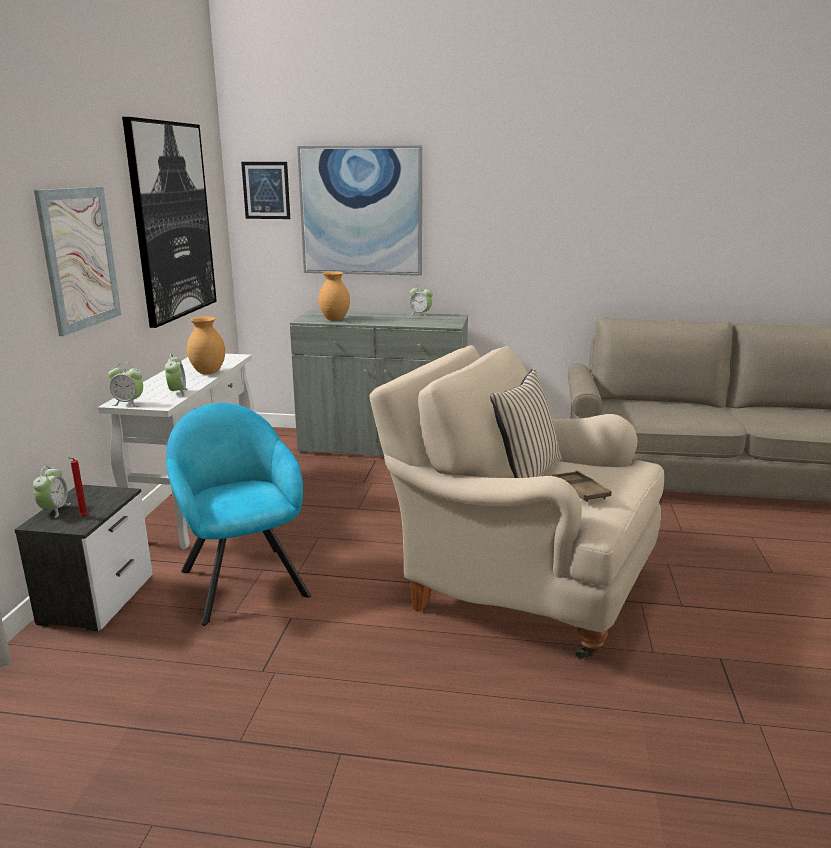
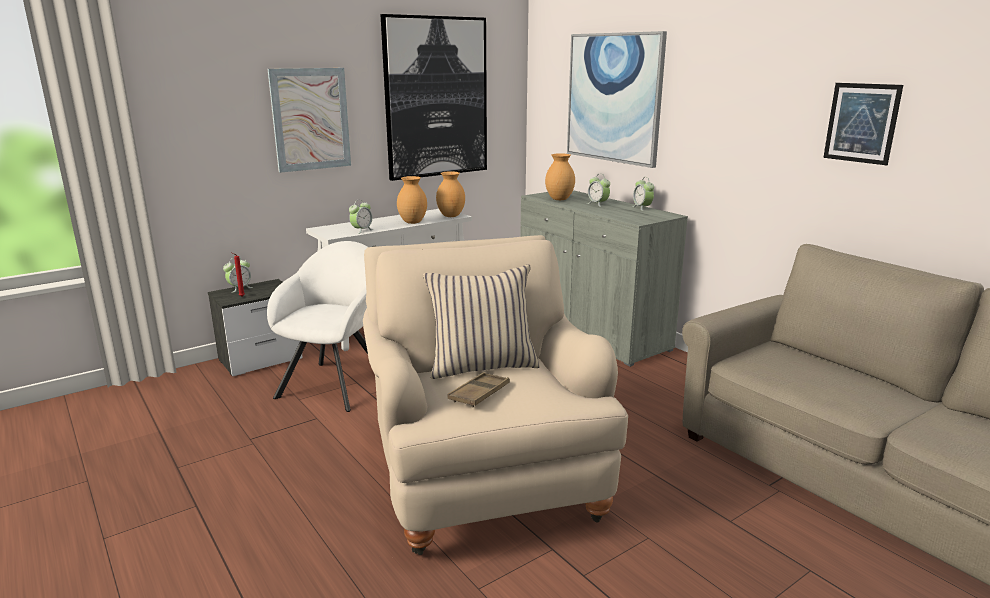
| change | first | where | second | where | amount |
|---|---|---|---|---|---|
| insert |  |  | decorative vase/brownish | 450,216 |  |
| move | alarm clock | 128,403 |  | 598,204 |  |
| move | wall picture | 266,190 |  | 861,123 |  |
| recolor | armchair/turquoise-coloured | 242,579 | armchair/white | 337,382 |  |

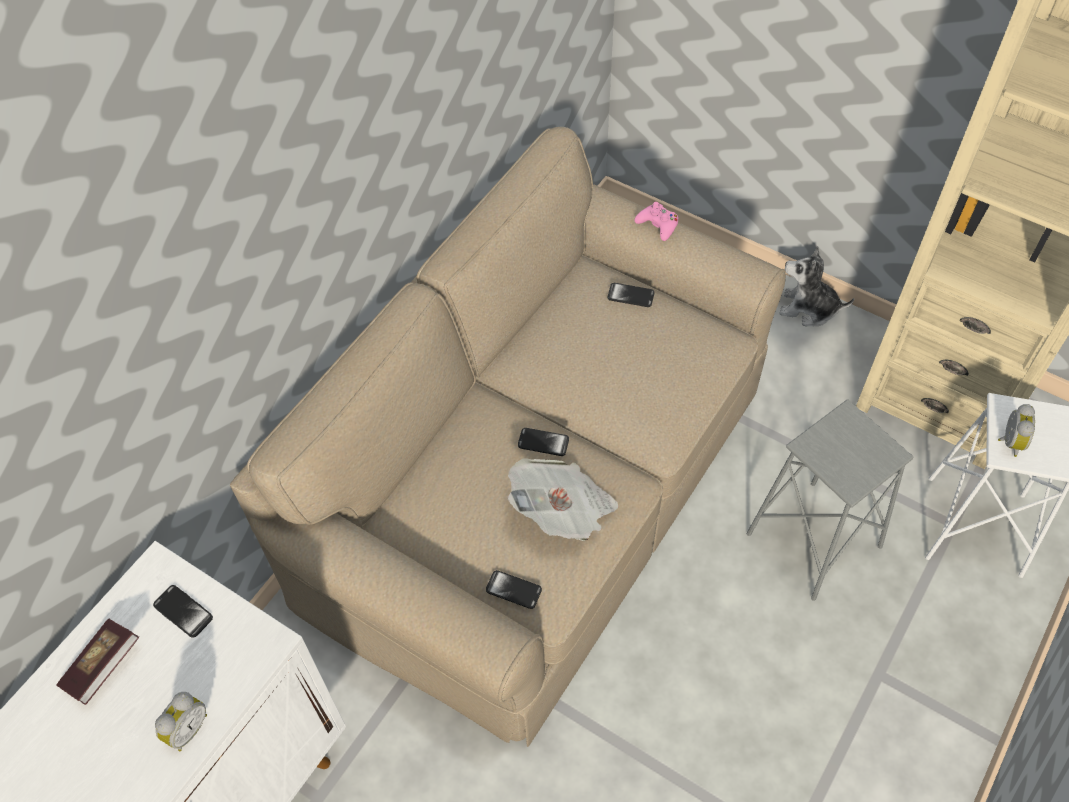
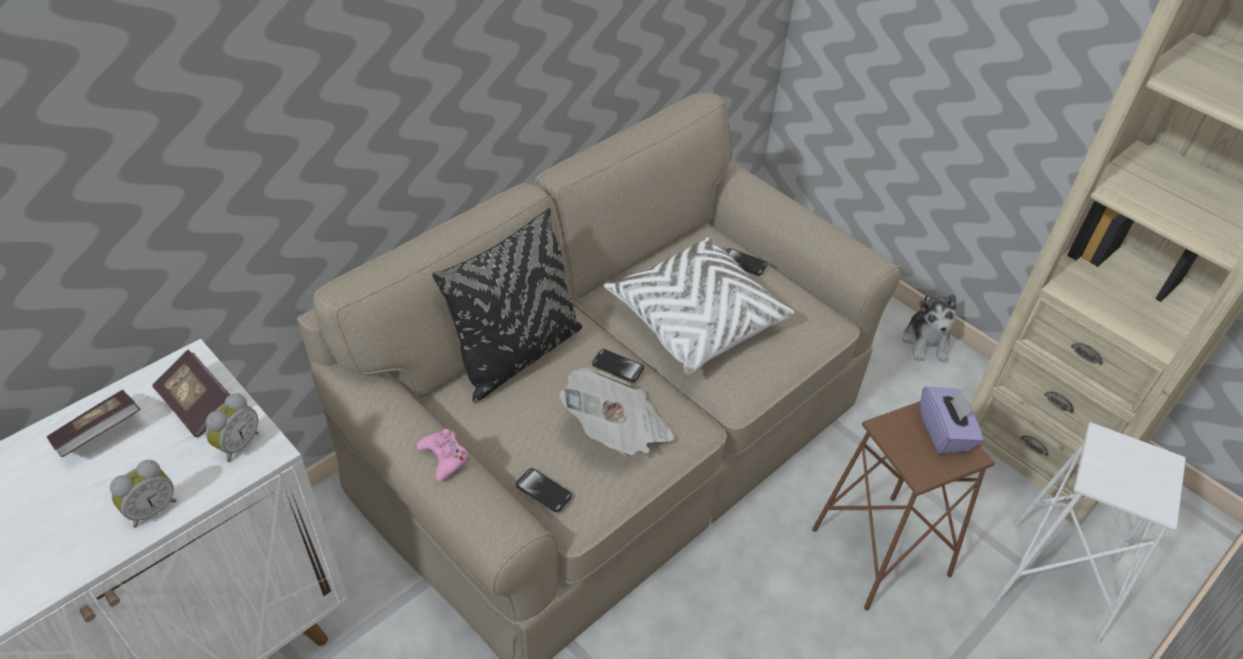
| change | first | where | second | where | amount |
|---|---|---|---|---|---|
| insert |  |  | pillow/blackish | 517,355 |  |
| insert |  |  | pillow/white | 695,319 |  |
| insert |  |  | box of tissues/purplish | 944,432 |  |
| move | joypad/pink-coloured | 658,225 |  | 445,458 |  |
| move | alarm clock | 1008,442 |  | 237,444 |  |
| replace | telephone | 183,611 | book | 197,404 |  |
| recolor | stool seat/greyish | 814,540 | stool seat/brownish | 880,552 |  |
| rotate | cuddly toy | 808,309 |  | 926,342 | 120 degrees counterclockwise |

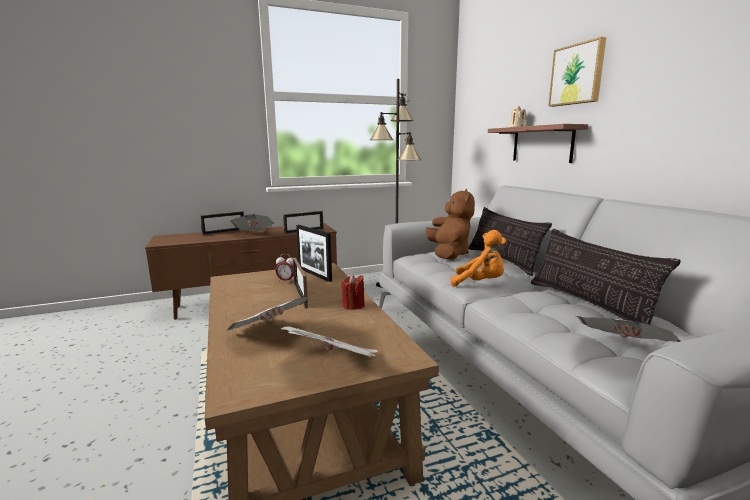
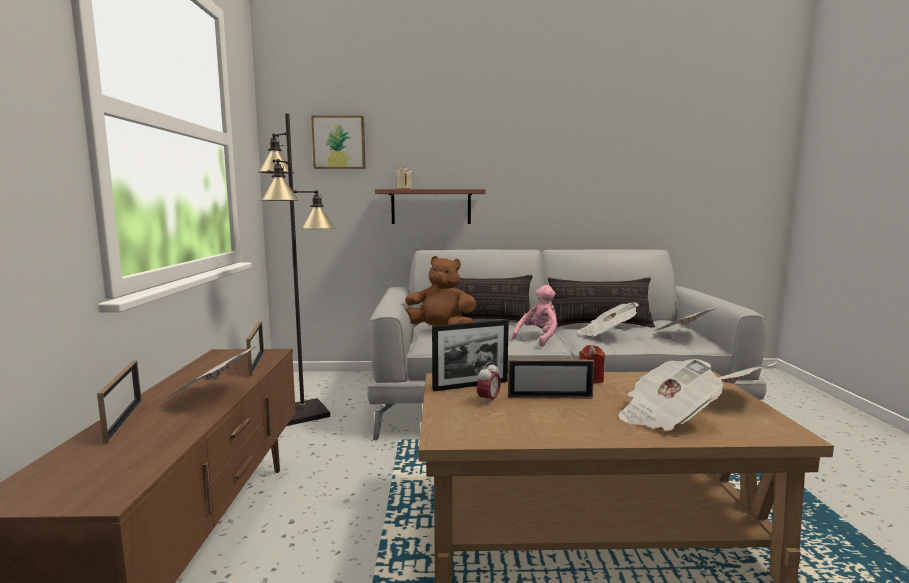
| change | first | where | second | where | amount |
|---|---|---|---|---|---|
| insert |  |  | printed paper | 606,334 |  |
| move | wall picture | 577,74 |  | 339,142 |  |
| recolor | cuddly toy/orangey | 480,283 | cuddly toy/pink-coloured | 539,338 |  |

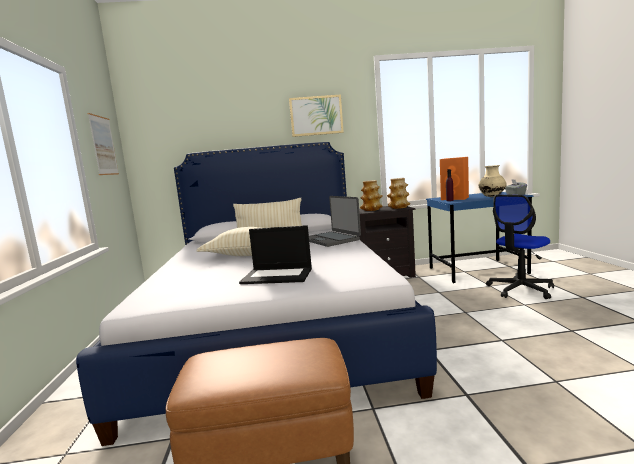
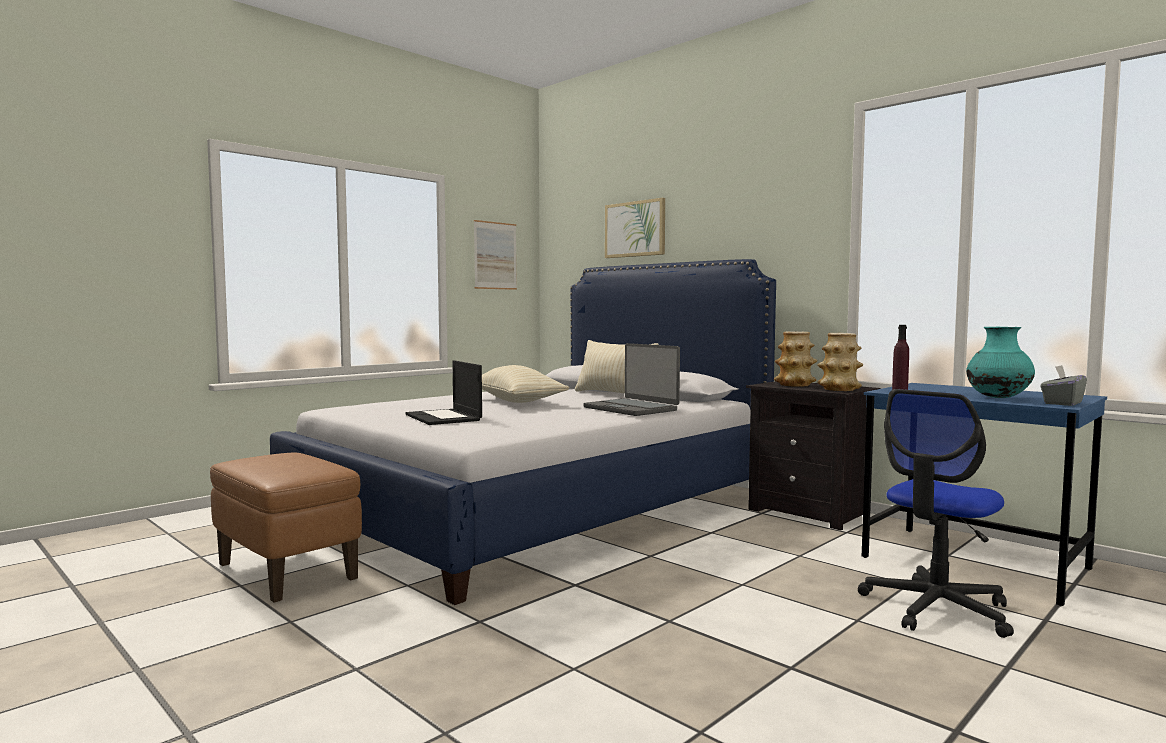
| change | first | where | second | where | amount |
|---|---|---|---|---|---|
| delete | loudspeaker/orangey | 455,198 |  |  |  |
| move | wall picture | 316,115 |  | 635,229 |  |
| recolor | decorative vase/beige-coloured | 492,196 | decorative vase/turquoise-coloured | 998,398 |  |
| rotate | portable computer | 331,240 |  | 631,409 | 60 degrees counterclockwise |
| rotate | computer chair | 520,289 |  | 936,608 | 60 degrees counterclockwise |

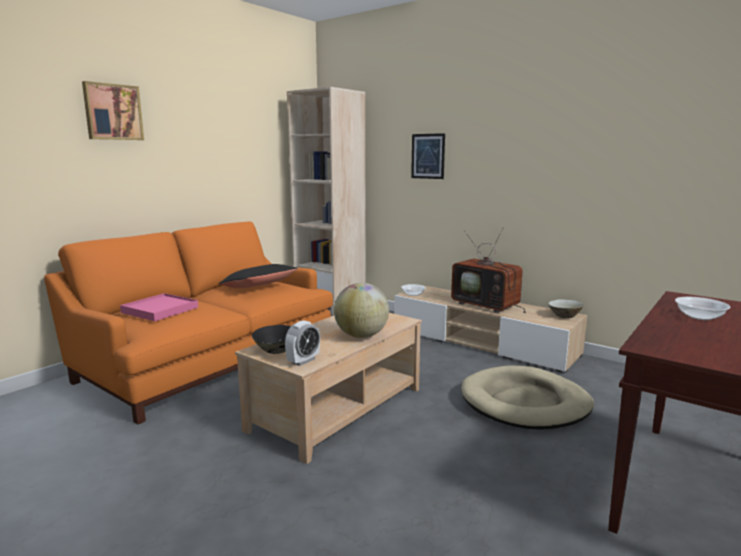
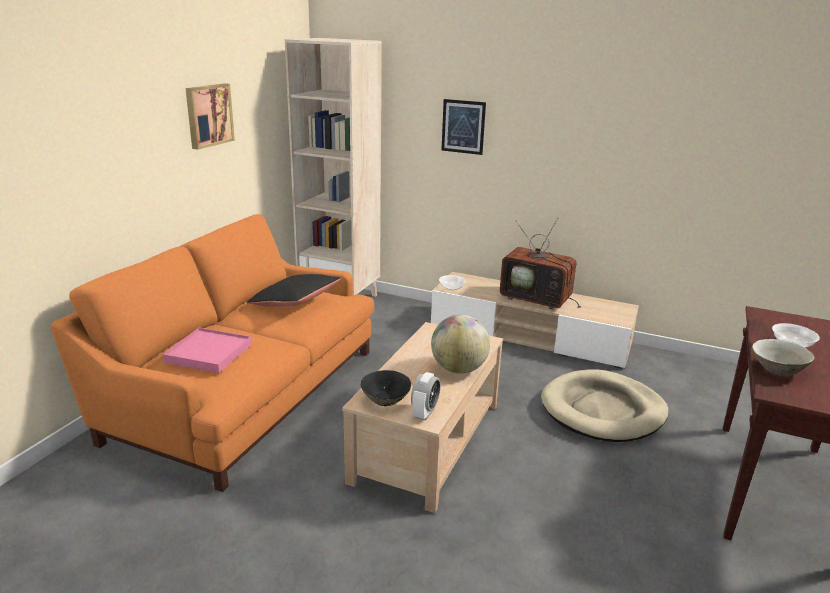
| change | first | where | second | where | amount |
|---|---|---|---|---|---|
| move | wall picture | 112,112 |  | 208,115 |  |
| move | serving bowl/beige-coloured | 564,316 |  | 777,370 |  |

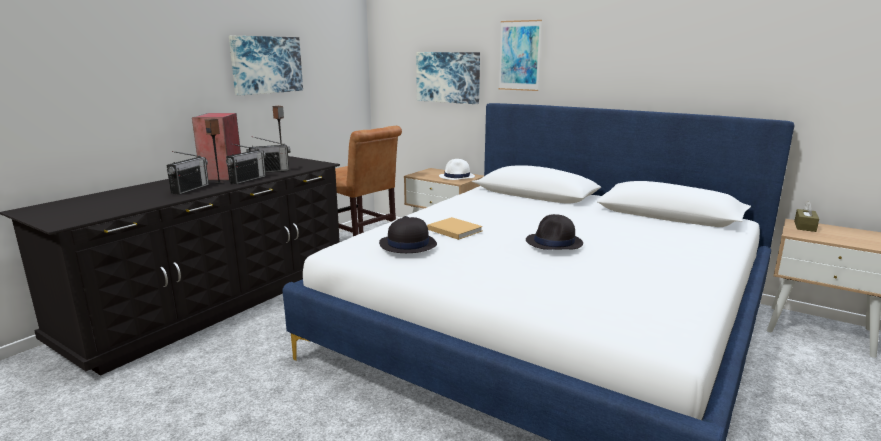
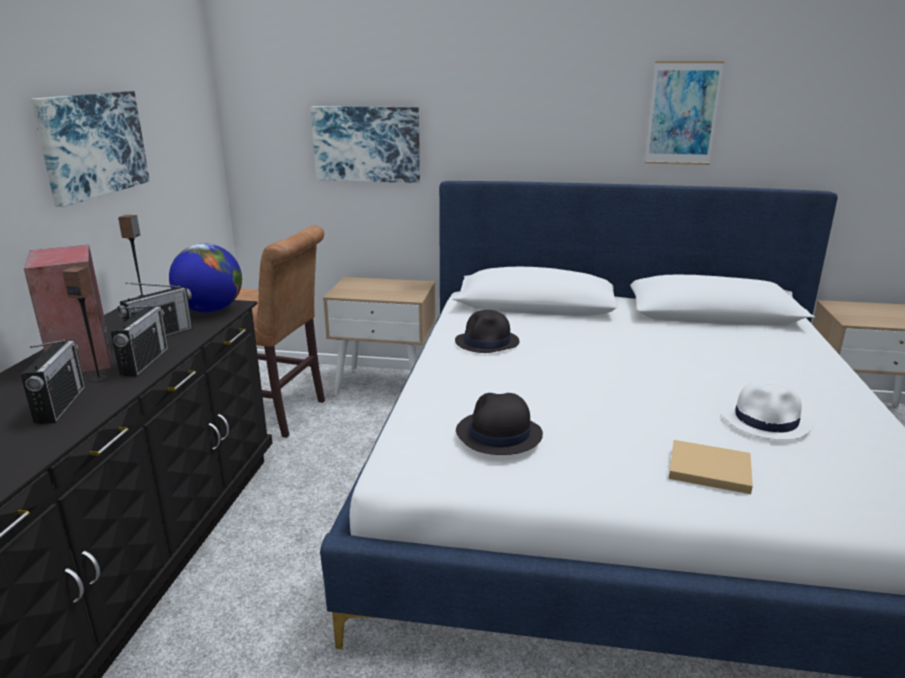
| change | first | where | second | where | amount |
|---|---|---|---|---|---|
| delete | box of tissues/brownish | 805,226 |  |  |  |
| insert |  |  | globe | 210,310 |  |
| move | book/beige-coloured | 453,230 |  | 706,469 |  |
| move | hat/white | 457,177 |  | 766,421 |  |
| move | wall picture | 519,55 |  | 682,113 |  |
| move | hat/blackish | 554,242 |  | 487,342 |  |

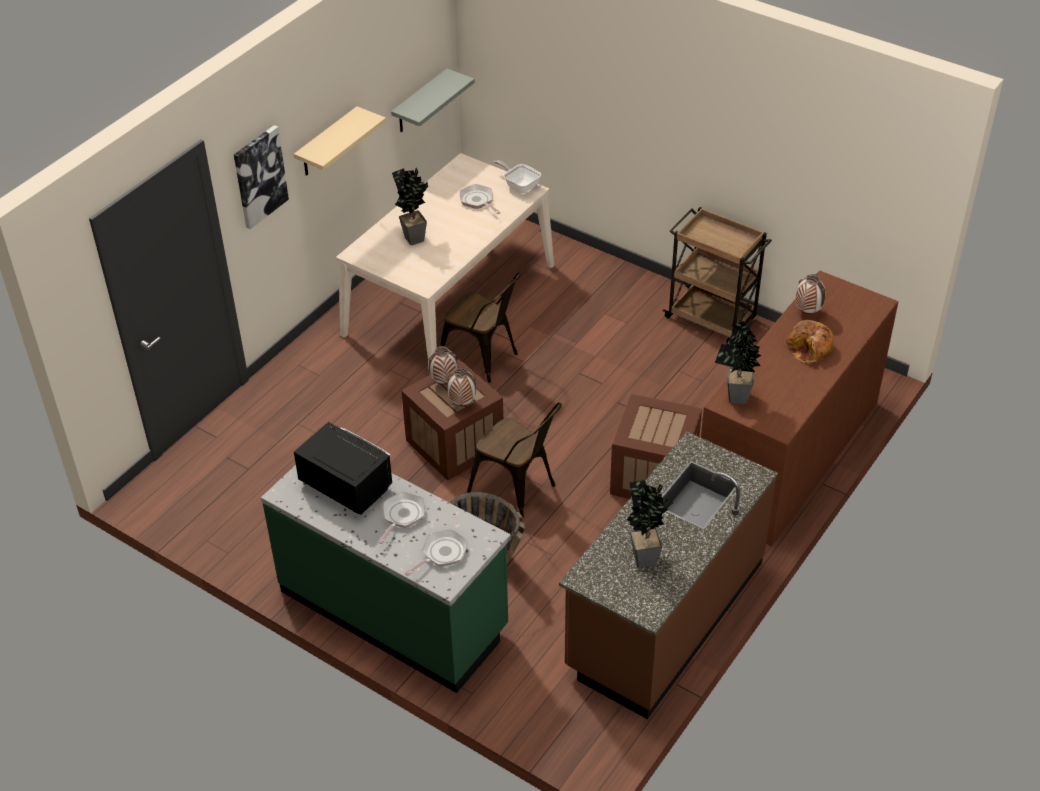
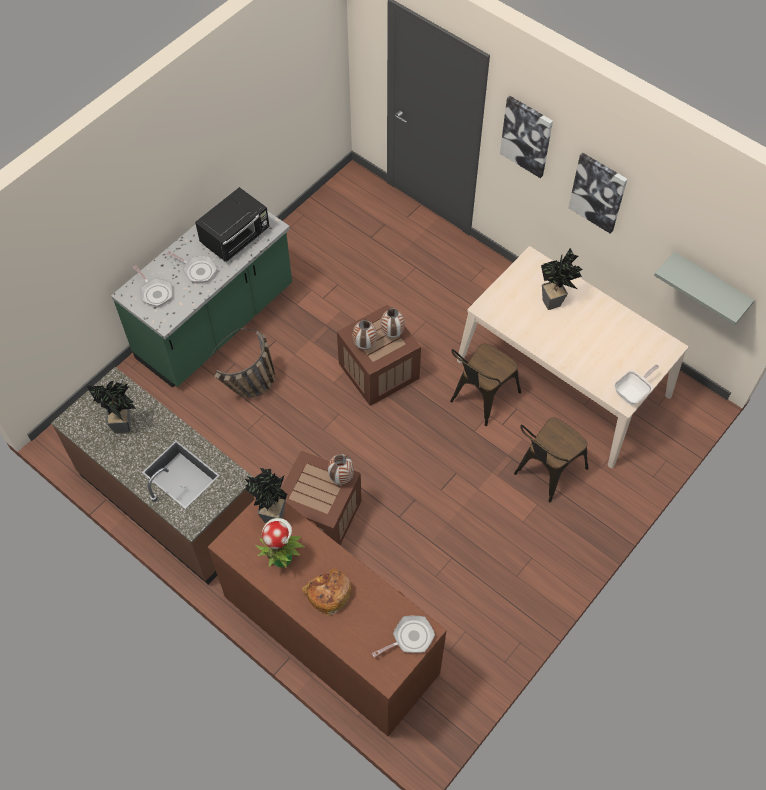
| change | first | where | second | where | amount |
|---|---|---|---|---|---|
| delete | trolley/brownish | 712,318 |  |  |  |
| insert |  |  | plant in a pot | 281,556 |  |
| move | pan | 478,201 |  | 410,637 |  |
| move | plain chair/brownish | 518,490 |  | 545,473 |  |
| move | decorative vase | 807,313 |  | 341,477 |  |
| replace | wall shelf/beige-coloured | 327,143 | wall picture | 598,192 |  |

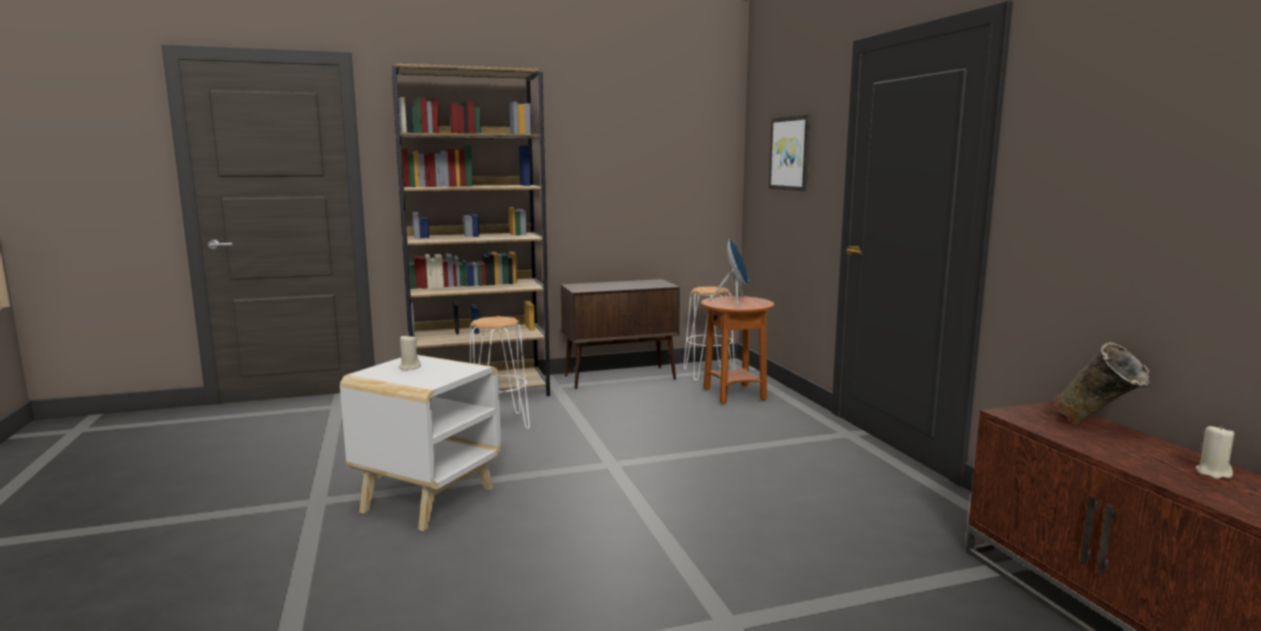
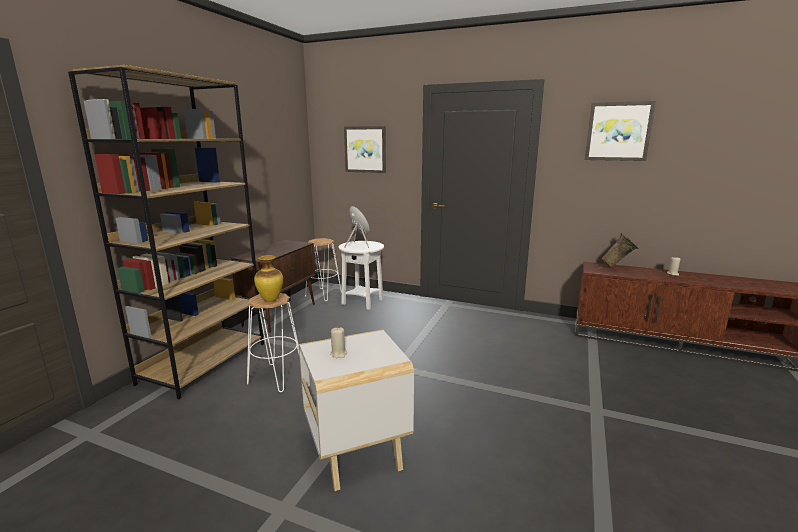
| change | first | where | second | where | amount |
|---|---|---|---|---|---|
| insert |  |  | decorative vase | 271,300 |  |
| insert |  |  | wall picture | 618,131 |  |
| recolor | end table/brownish | 734,394 | end table/white | 362,302 |  |

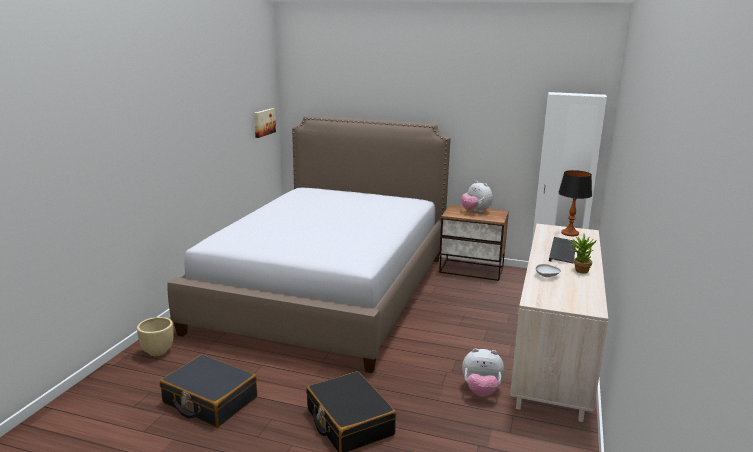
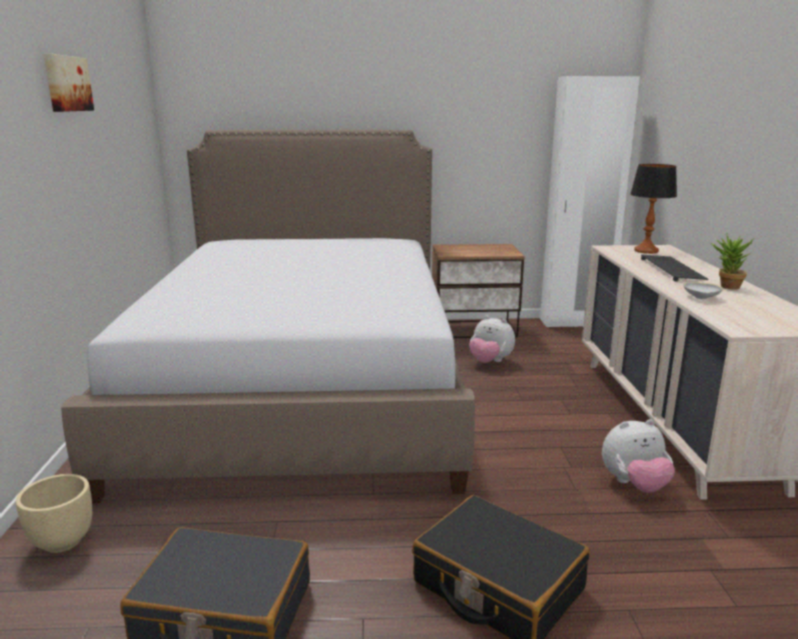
| change | first | where | second | where | amount |
|---|---|---|---|---|---|
| move | wall picture | 263,122 |  | 66,84 |  |
| move | cuddly toy | 475,211 |  | 490,362 |  |

